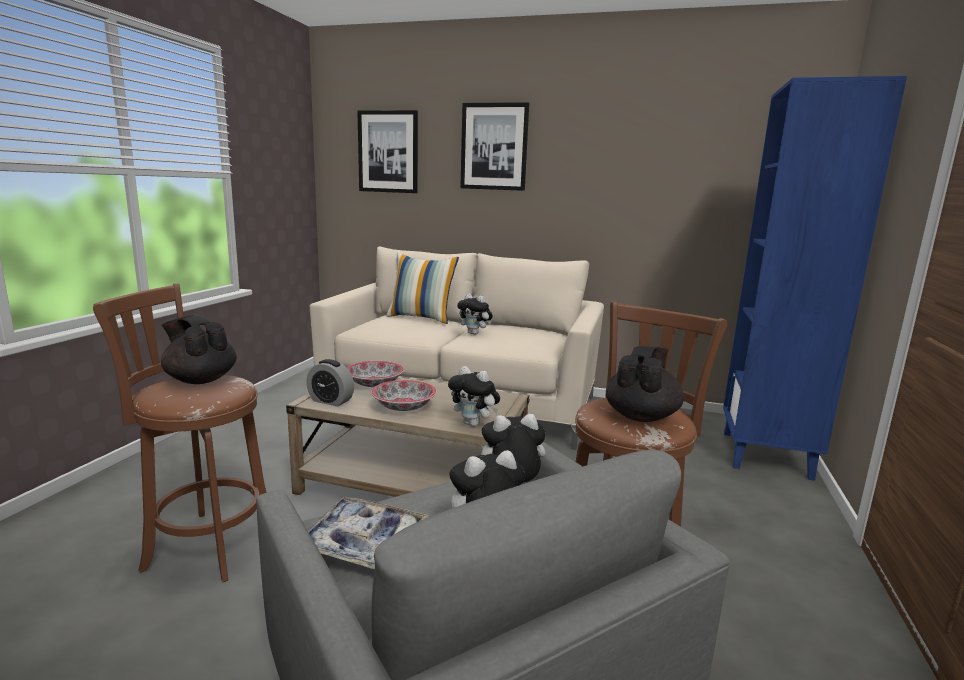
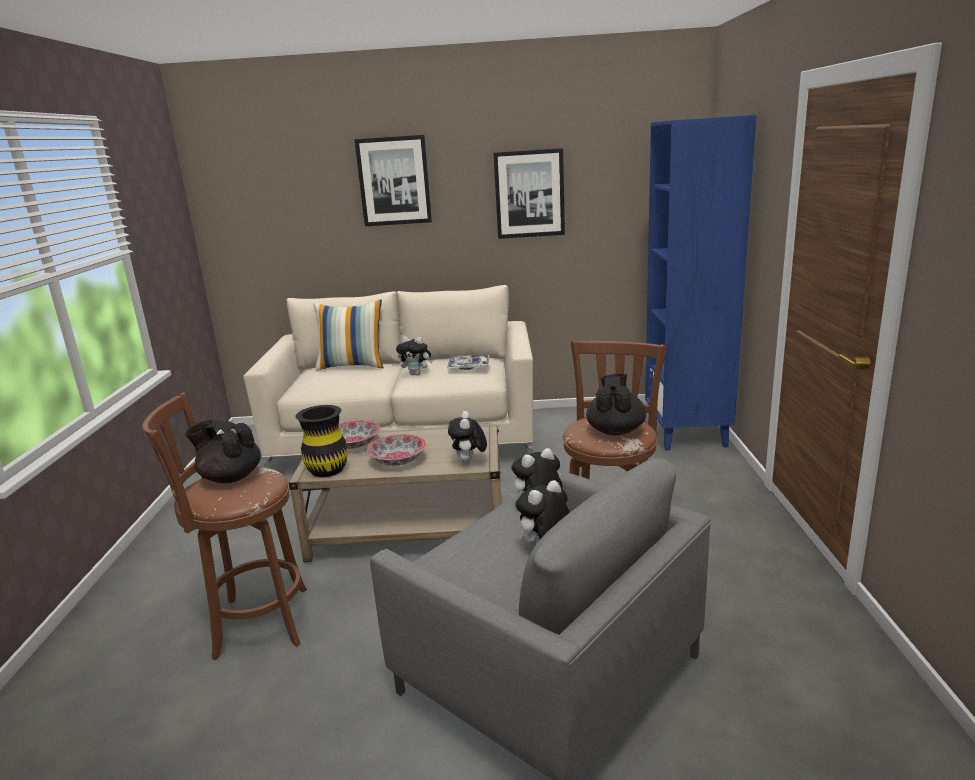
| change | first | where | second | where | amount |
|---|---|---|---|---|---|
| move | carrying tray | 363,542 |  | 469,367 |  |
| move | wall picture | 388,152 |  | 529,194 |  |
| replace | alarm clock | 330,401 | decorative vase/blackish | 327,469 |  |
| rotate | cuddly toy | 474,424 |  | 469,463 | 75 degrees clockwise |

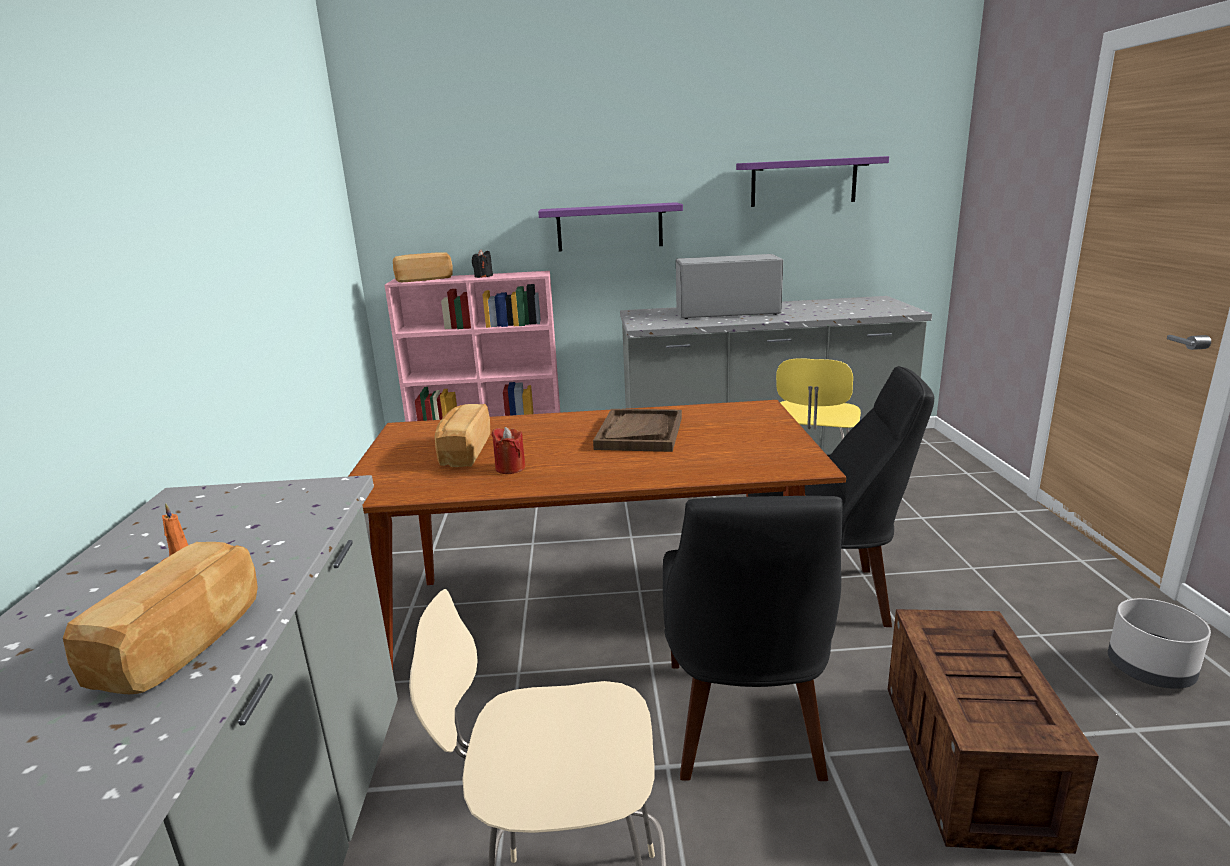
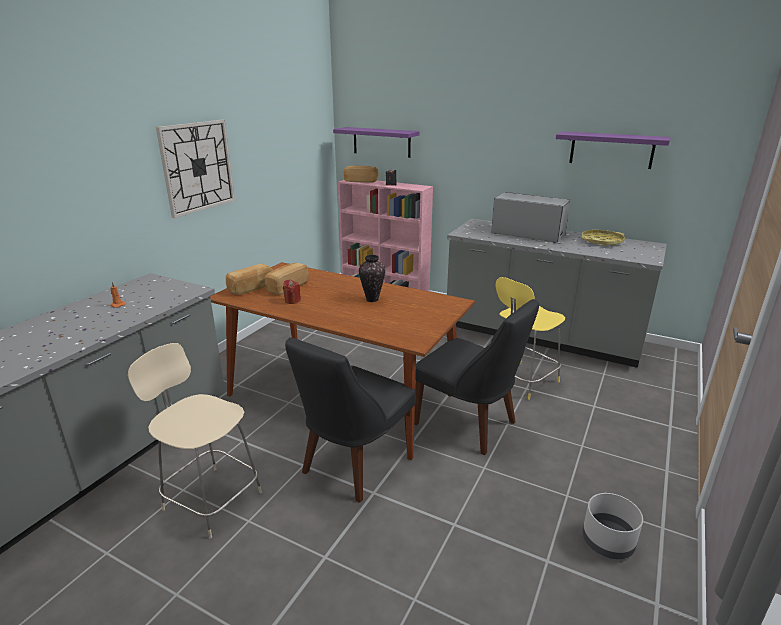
| change | first | where | second | where | amount |
|---|---|---|---|---|---|
| delete | packing crate | 970,762 |  |  |  |
| insert |  |  | hanging clock | 197,167 |  |
| insert |  |  | carrying tray/yellow-coloured | 601,241 |  |
| move | bread | 185,644 |  | 252,288 |  |
| move | wall shelf/purplish | 609,227 |  | 381,142 |  |
| replace | carrying tray/brownish | 639,433 | decorative vase | 372,299 |  |

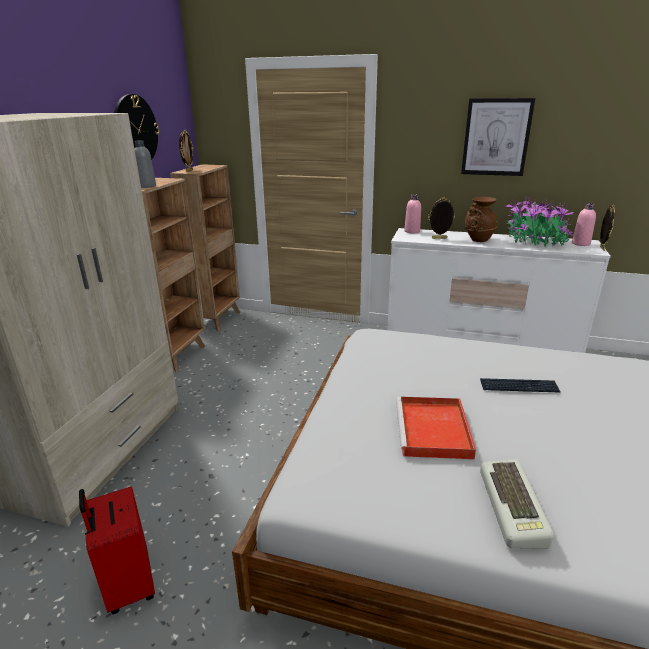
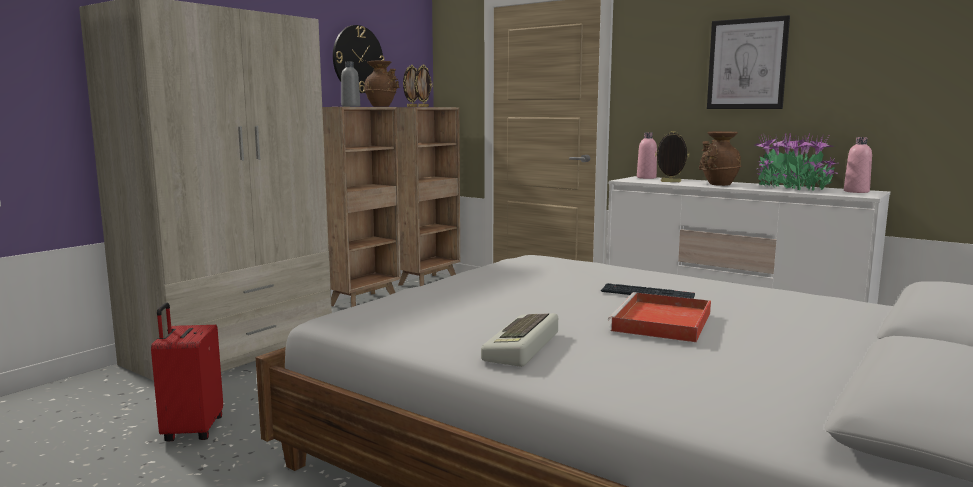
| change | first | where | second | where | amount |
|---|---|---|---|---|---|
| insert |  |  | decorative vase/brownish | 381,106 |  |
| move | carrying tray/red-coloured | 433,431 |  | 662,322 |  |
| move | standing frame | 601,248 |  | 423,106 |  |

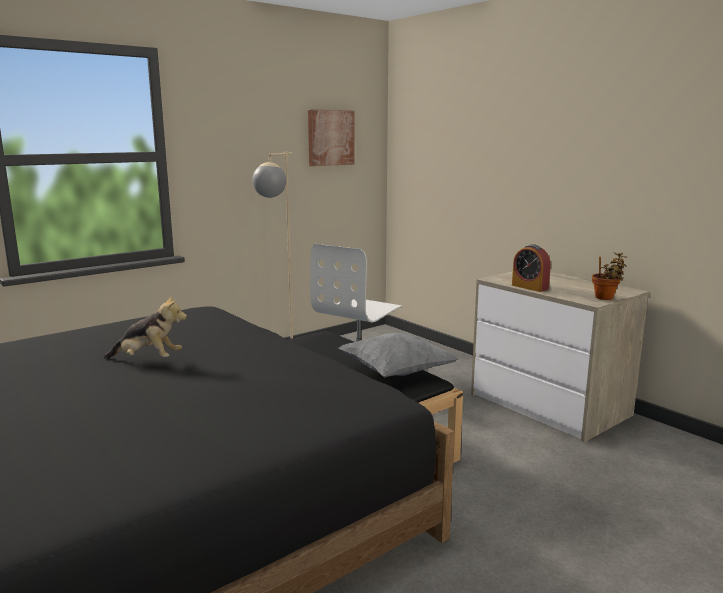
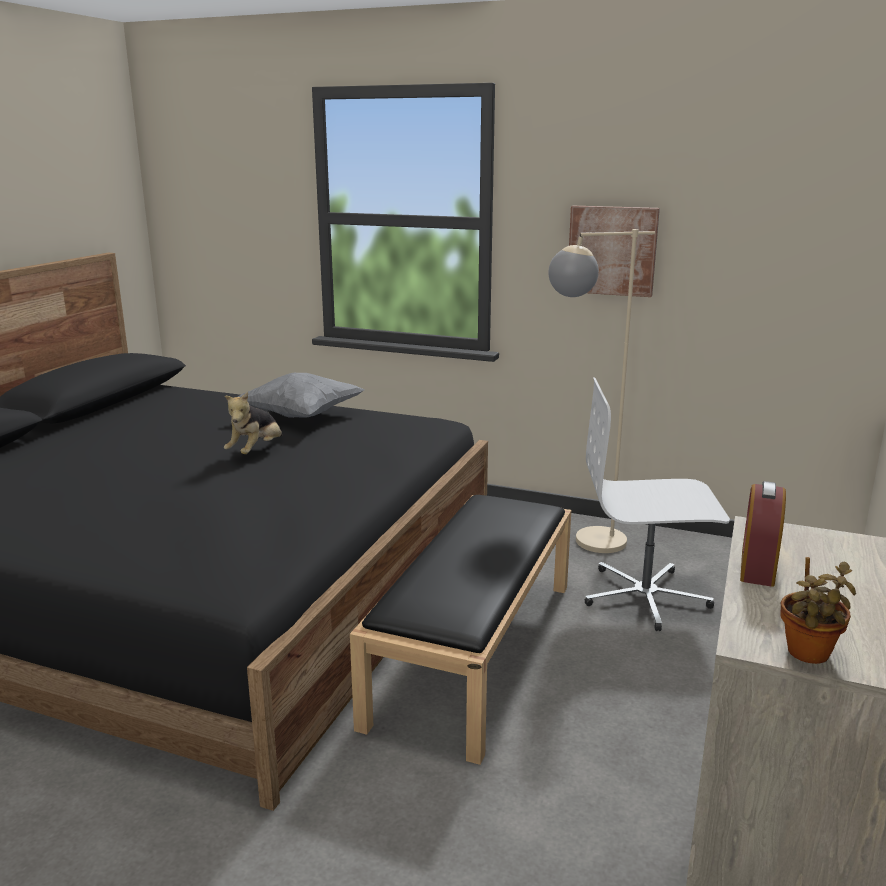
| change | first | where | second | where | amount |
|---|---|---|---|---|---|
| move | wall picture | 330,138 |  | 612,250 |  |
| move | pillow/greyish | 396,372 |  | 302,416 |  |
| rotate | cuddly toy | 148,359 |  | 256,451 | 45 degrees clockwise |

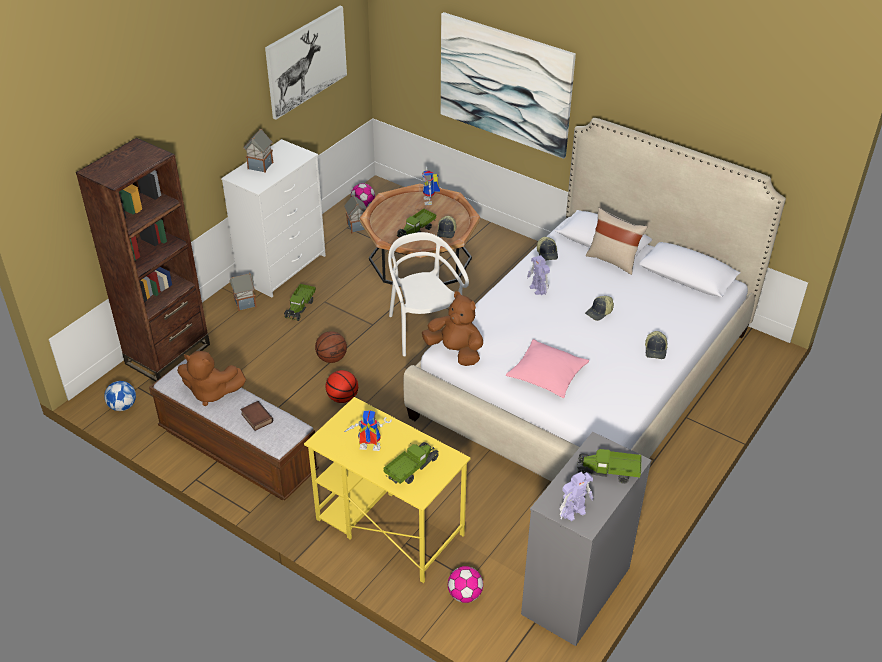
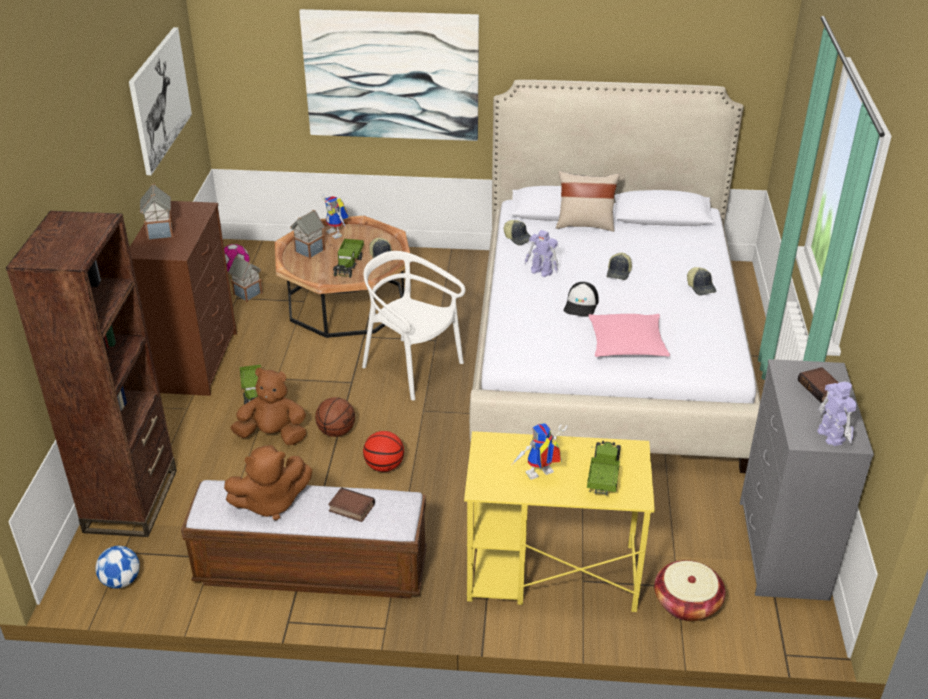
| change | first | where | second | where | amount |
|---|---|---|---|---|---|
| insert |  |  | cap | 581,305 |  |
| move | toy house | 244,303 |  | 309,251 |  |
| move | cuddly toy/brownish | 455,351 |  | 273,435 |  |
| replace | football | 465,594 | storage basket | 686,603 |  |
| replace | toy lorry | 608,472 | book | 821,388 |  |
| recolor | chest of drawers/white | 282,267 | chest of drawers/brownish | 196,361 |  |
| rotate | toy robot | 574,511 |  | 830,435 | 45 degrees counterclockwise |

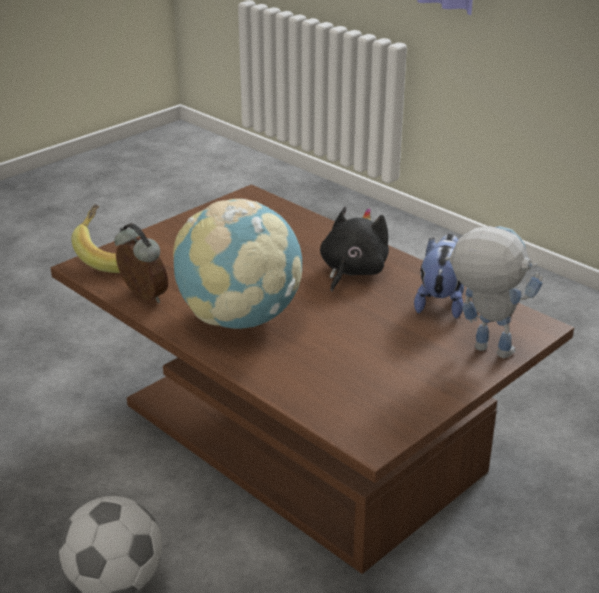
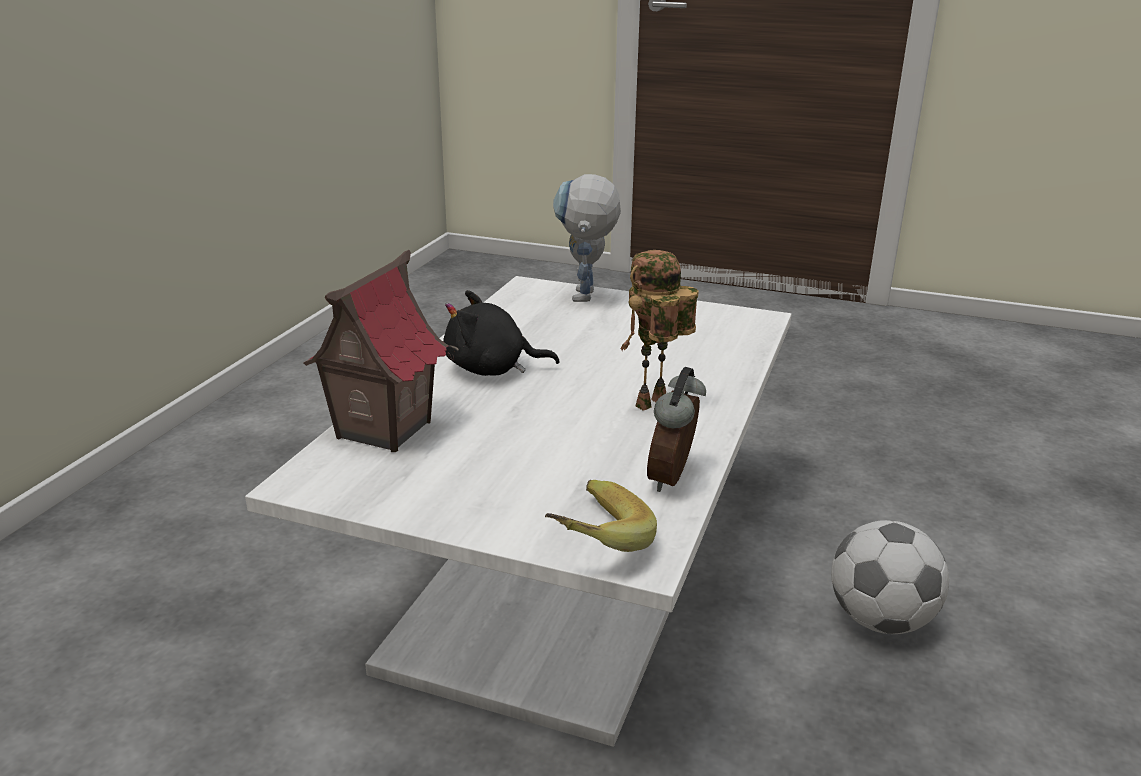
| change | first | where | second | where | amount |
|---|---|---|---|---|---|
| delete | cuddly toy | 441,302 |  |  |  |
| insert |  |  | toy house | 382,429 |  |
| replace | globe | 240,318 | toy robot | 652,406 |  |
| recolor | lounge table/brownish | 299,437 | lounge table/white | 568,569 |  |

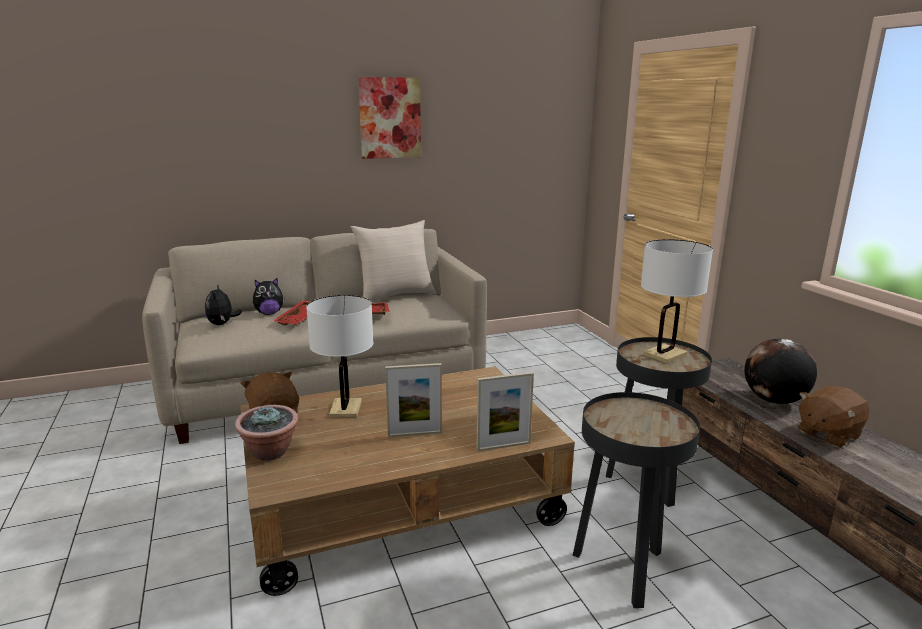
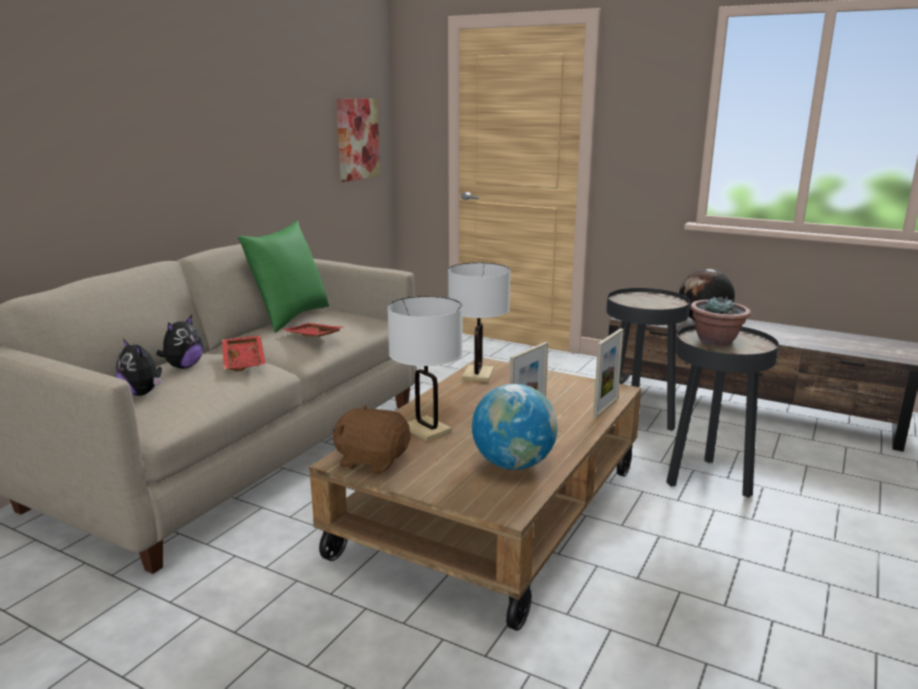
| change | first | where | second | where | amount |
|---|---|---|---|---|---|
| delete | cuddly toy/brownish | 827,434 |  |  |  |
| insert |  |  | globe | 513,464 |  |
| move | plant in a pot | 270,452 |  | 716,341 |  |
| move | wall picture | 390,118 |  | 357,139 |  |
| move | lamp for a table/white | 665,354 |  | 478,375 |  |
| recolor | pillow/beige-coloured | 395,296 | pillow/green | 290,317 |  |

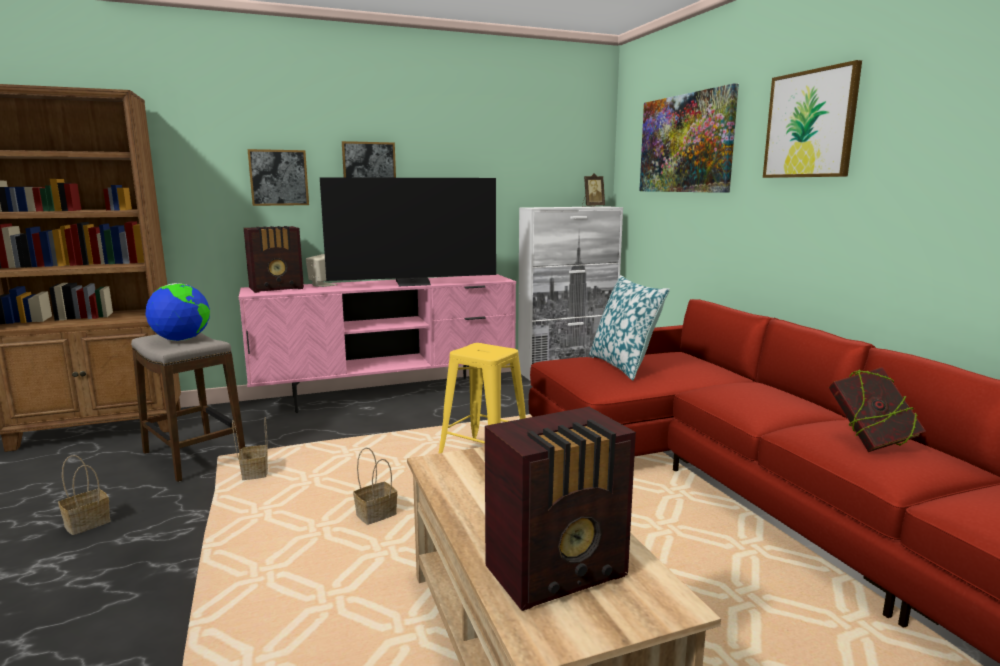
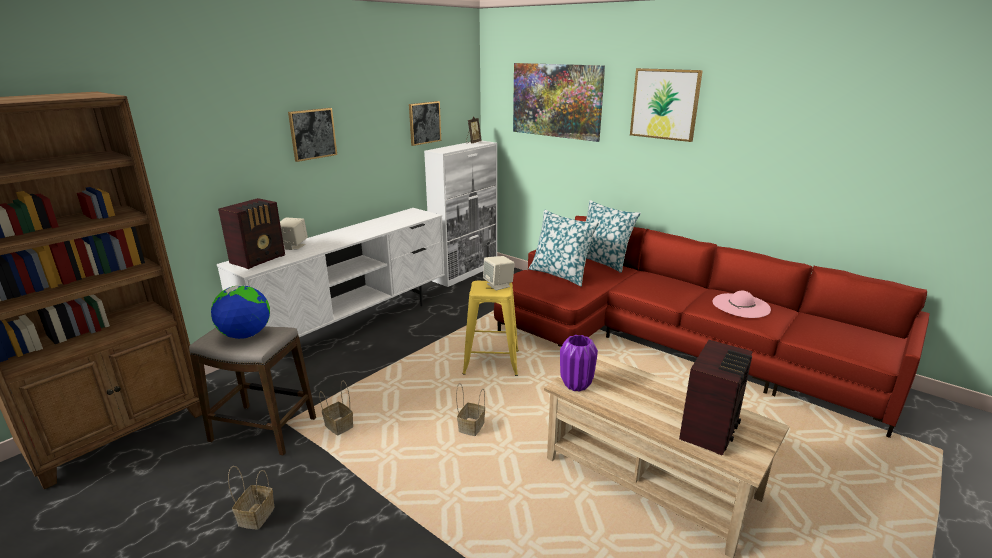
| change | first | where | second | where | amount |
|---|---|---|---|---|---|
| delete | TV set | 414,284 |  |  |  |
| insert |  |  | loudspeaker/beige-coloured | 498,285 |  |
| insert |  |  | decorative vase/purplish | 576,385 |  |
| insert |  |  | pillow | 602,261 |  |
| move | wall picture | 279,177 |  | 424,123 |  |
| replace | book | 870,442 | hat/pink-coloured | 741,305 |  |
| recolor | tv stand/pink-coloured | 389,394 | tv stand/white | 354,325 |  |

